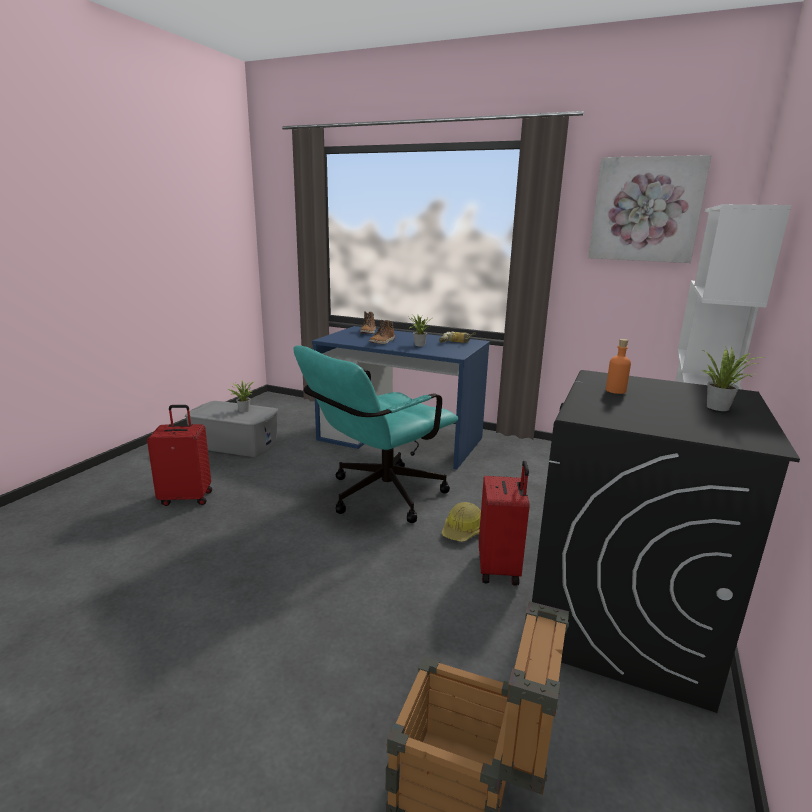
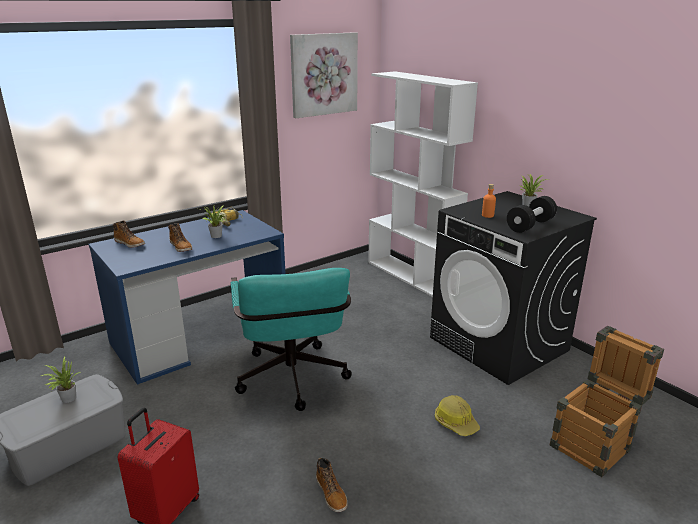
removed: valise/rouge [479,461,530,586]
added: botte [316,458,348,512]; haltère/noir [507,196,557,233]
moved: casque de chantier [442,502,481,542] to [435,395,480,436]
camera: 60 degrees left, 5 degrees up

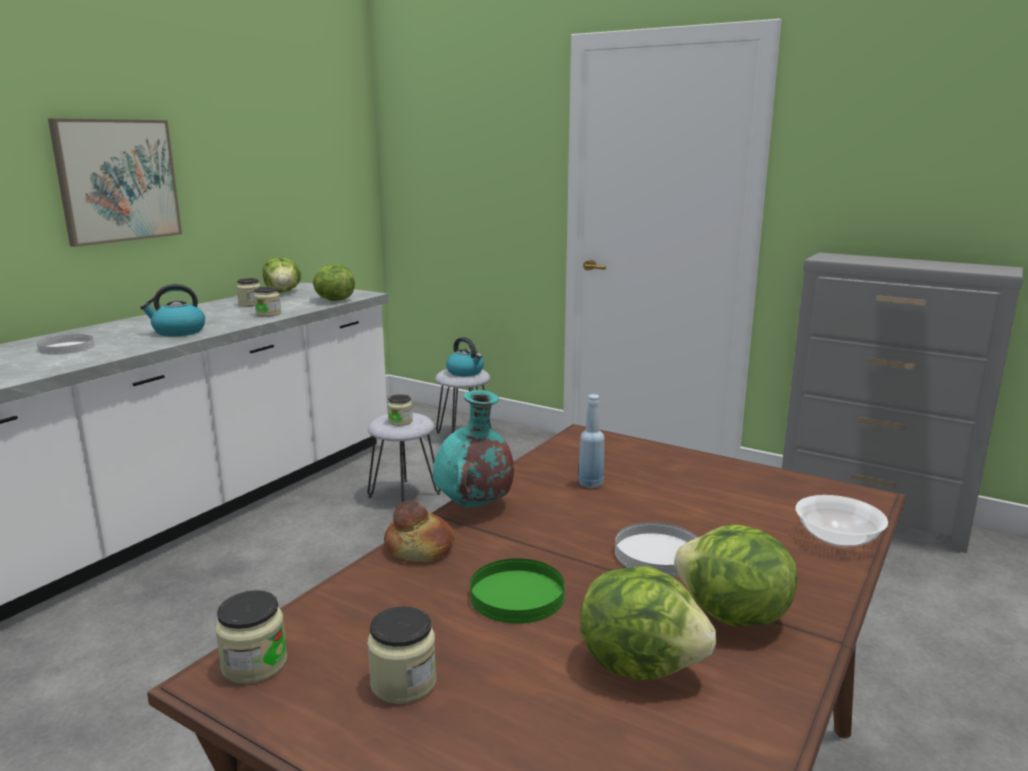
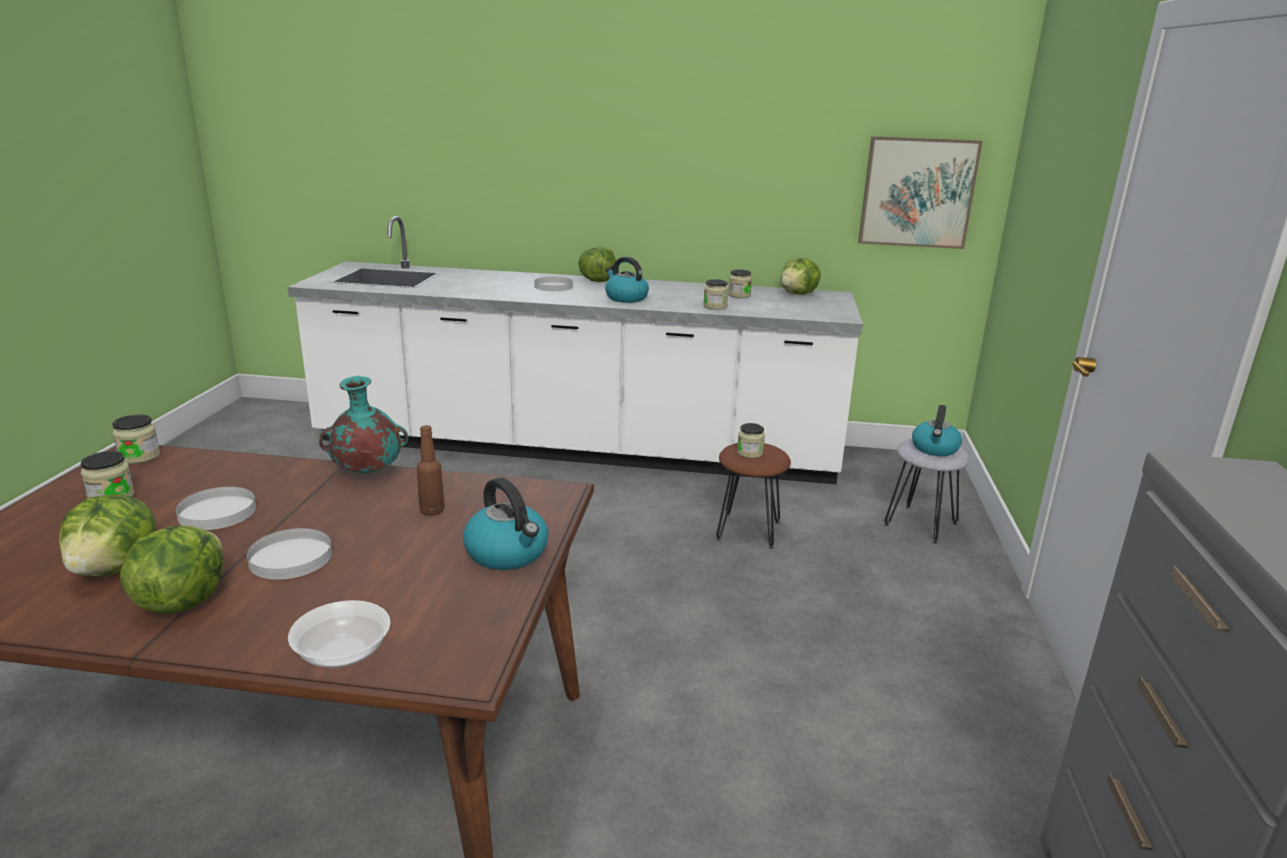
removed: pain [384,501,454,562]
added: bouilloire [463,477,548,570]
moved: tableau [48,118,182,247] to [858,136,983,249]; laitue [313,264,355,301] to [578,246,616,282]
recoloured: tabouret/gris [367,413,441,502] to tabouret/marron [716,443,791,549]; assiette/vert [470,558,565,624] to assiette/blanc [176,487,256,530]; bouteille/bleu [579,394,605,488] to bouteille/marron [417,425,444,516]
camera: 65 degrees right, 5 degrees up

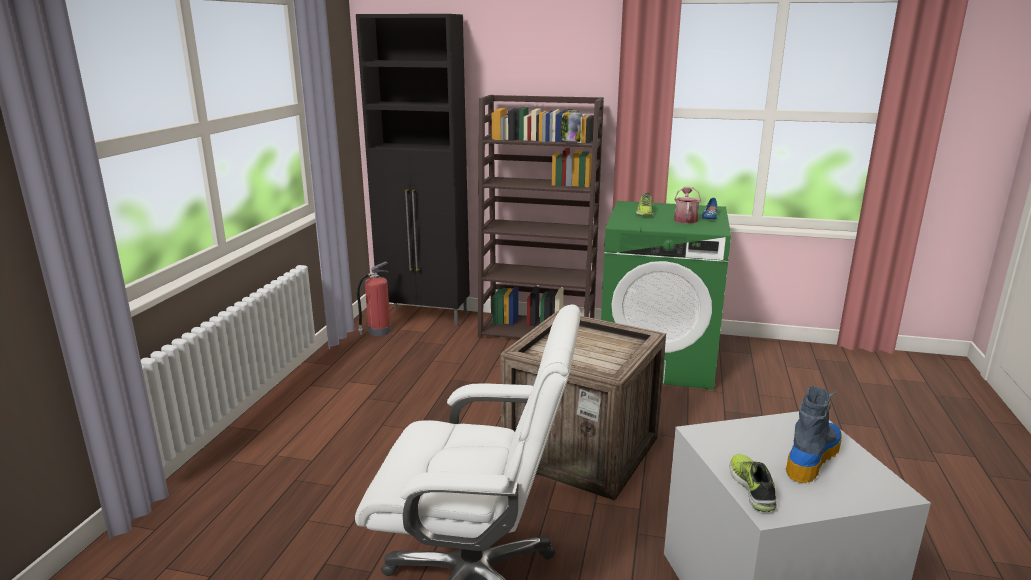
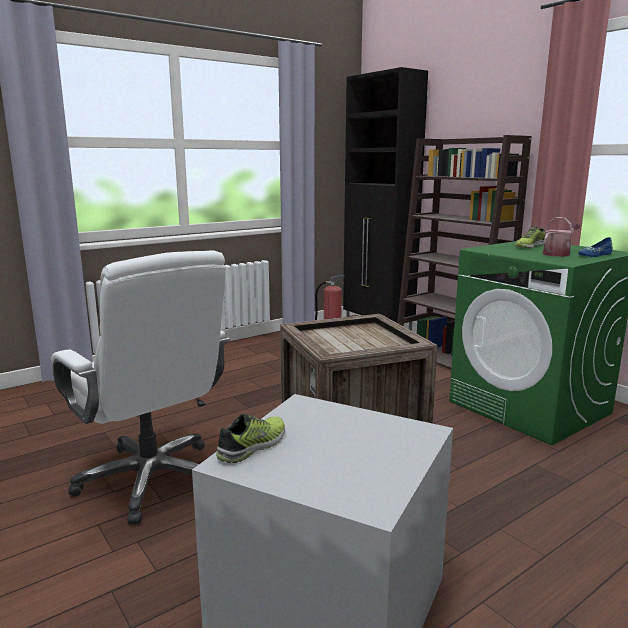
removed: bocal [560,110,583,142]; botte [786,386,842,483]
camera: 40 degrees right, 5 degrees down

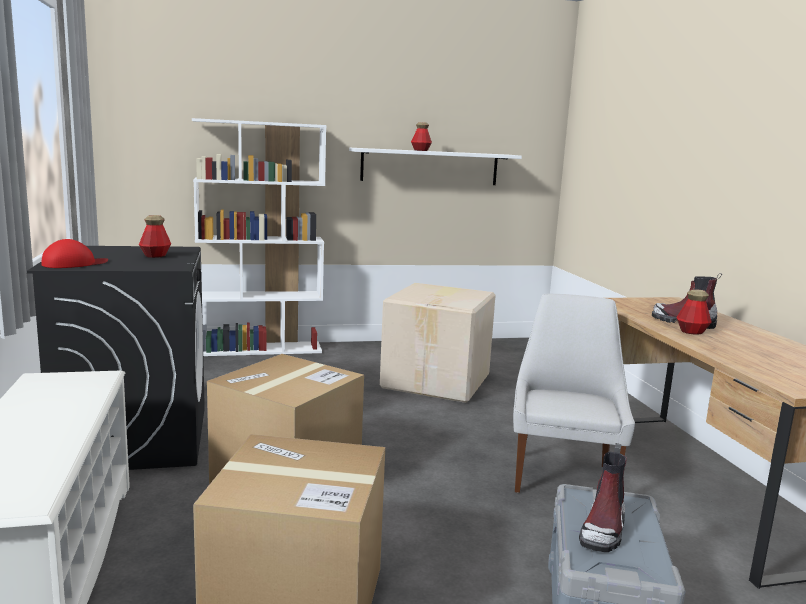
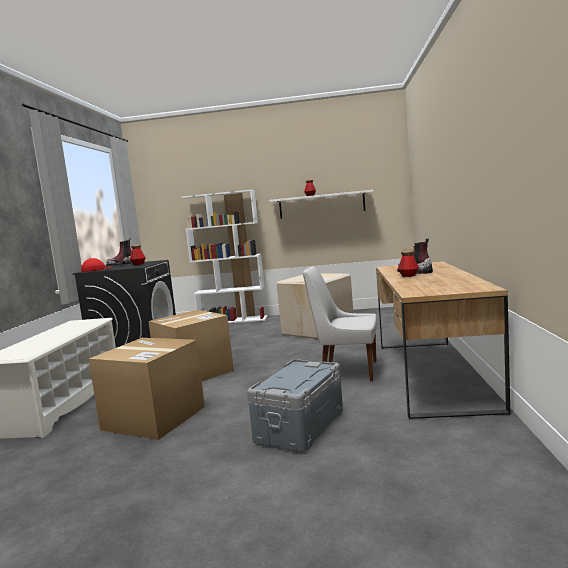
moved: botte [579,443,627,552] to [106,238,132,266]
turned: chaise/blanc [513,294,635,493] = [303,266,377,381] 105 degrees counterclockwise
camera: 20 degrees right, 5 degrees down

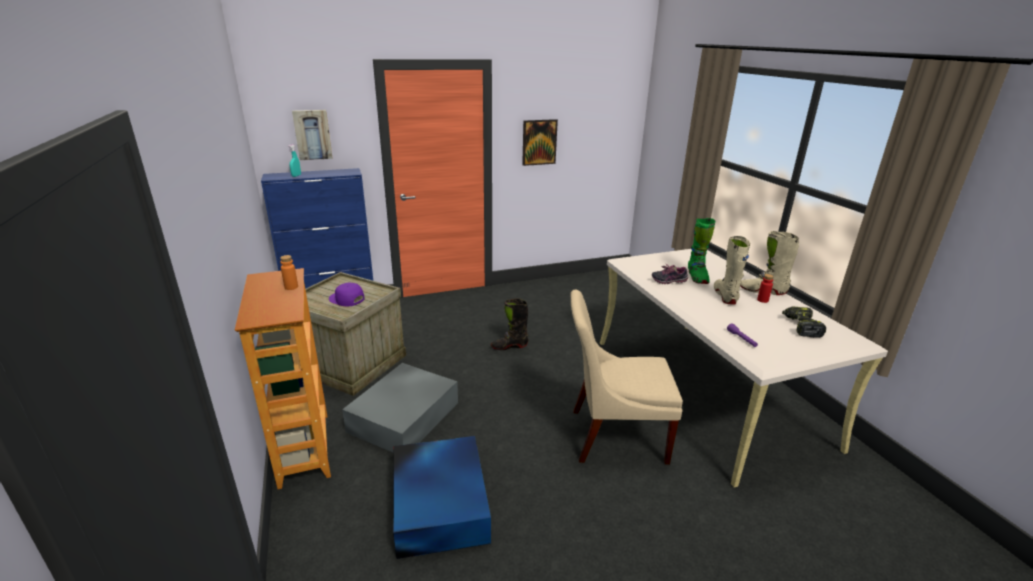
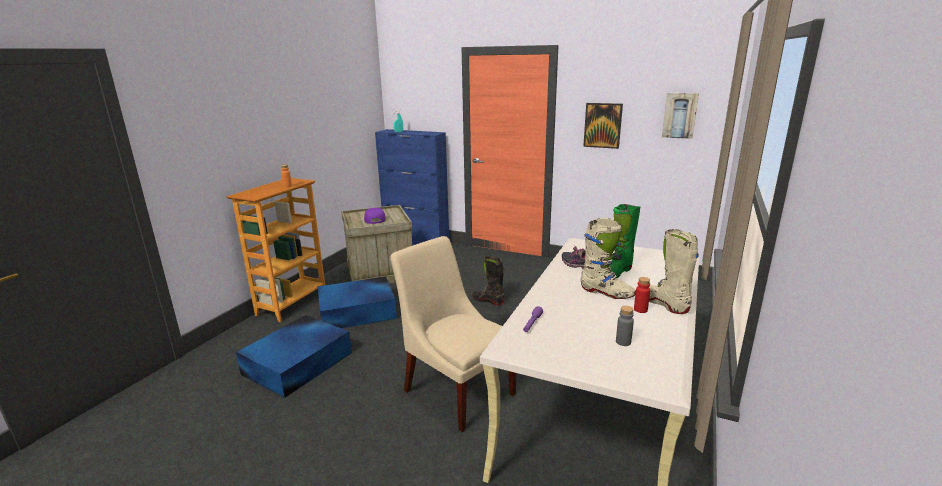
moved: tableau [292,110,333,160] to [662,93,699,139]
replaced: perceuse [782,307,826,337] to bouteille/gris [616,306,634,346]
recoloured: boîte de rangement/gris [342,363,458,453] to boîte de rangement/bleu [318,276,397,328]
turned: botte/beige [714,236,750,305] = [581,218,636,299] 75 degrees clockwise
camera: 45 degrees right, 5 degrees down

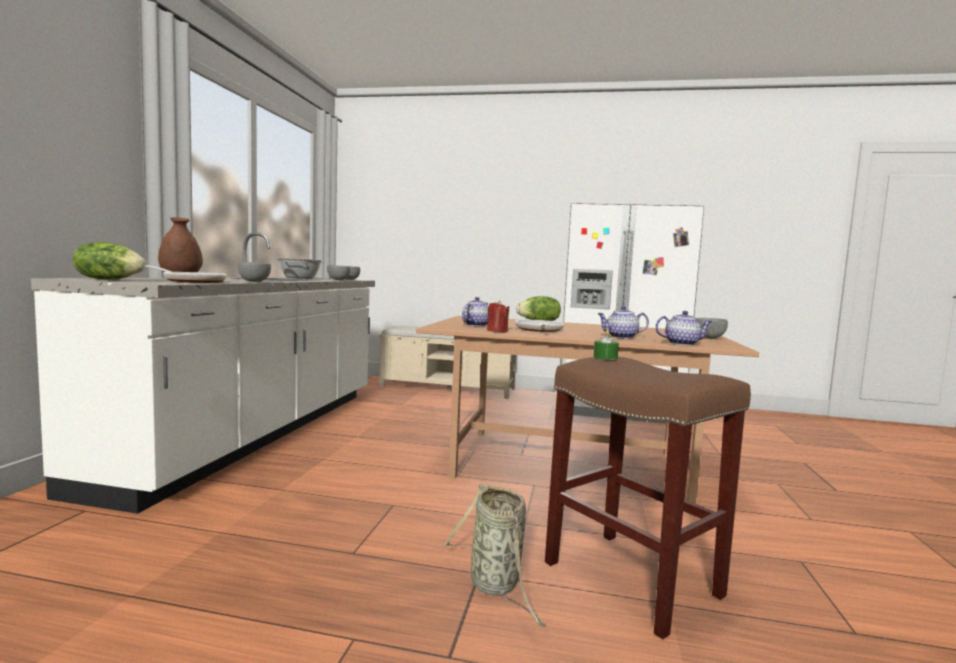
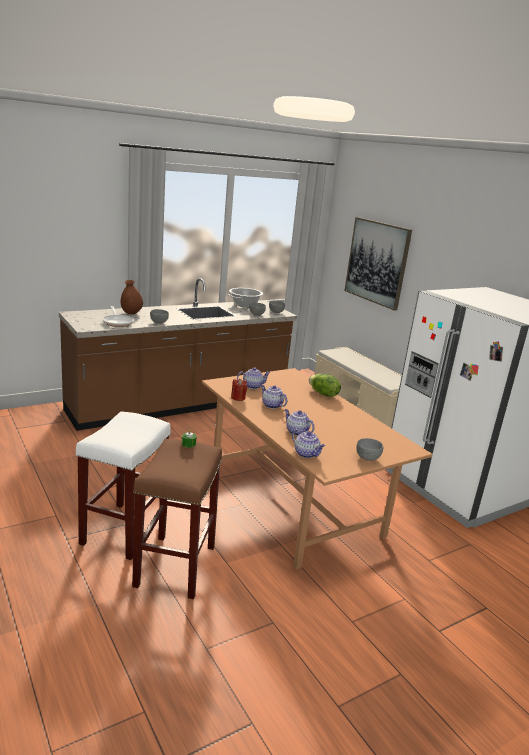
removed: laitue [73,242,146,280]
added: tableau [344,217,412,311]
replaced: panier [443,483,546,626] to tabouret/blanc [76,412,171,560]; poêle [515,320,564,332] to théière [261,385,288,409]
recoloured: comptoir de cuisine/blanc [31,232,375,514] to comptoir de cuisine/marron [59,278,297,431]
camera: 45 degrees right, 15 degrees up

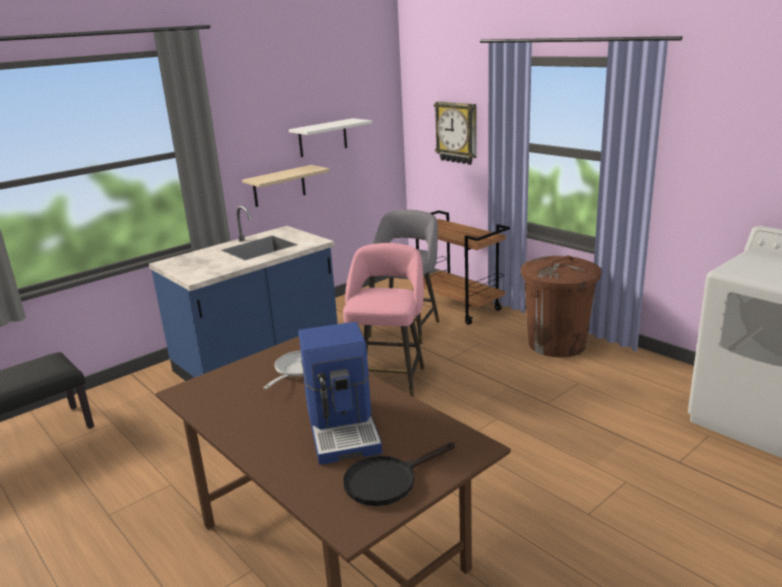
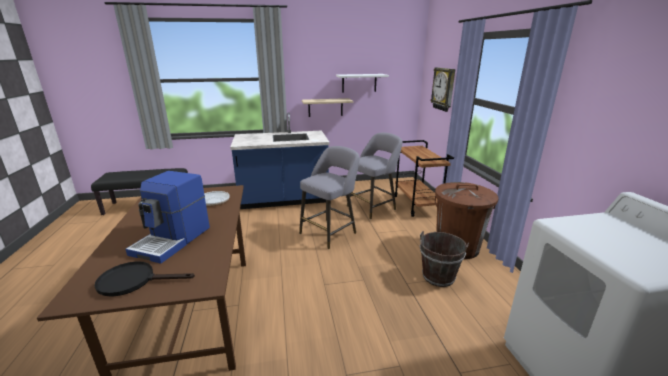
added: seau/marron [420,231,469,287]
recoloured: tabouret/rose [343,243,425,397] to tabouret/gris [299,146,359,249]
camera: 30 degrees right, 0 degrees up

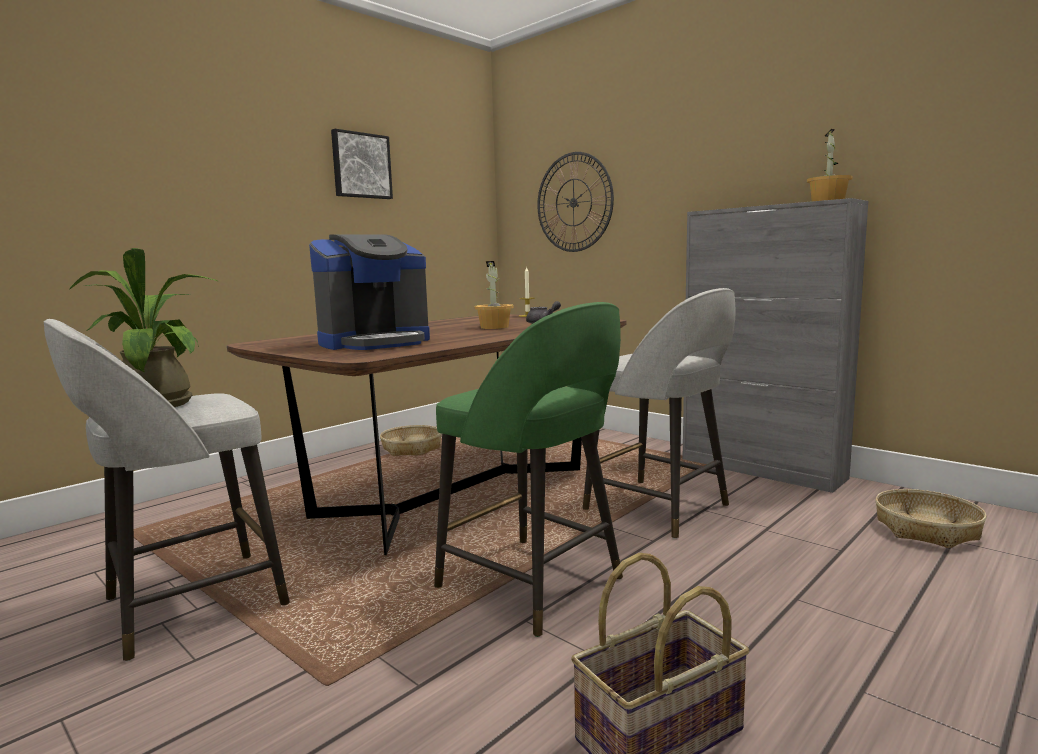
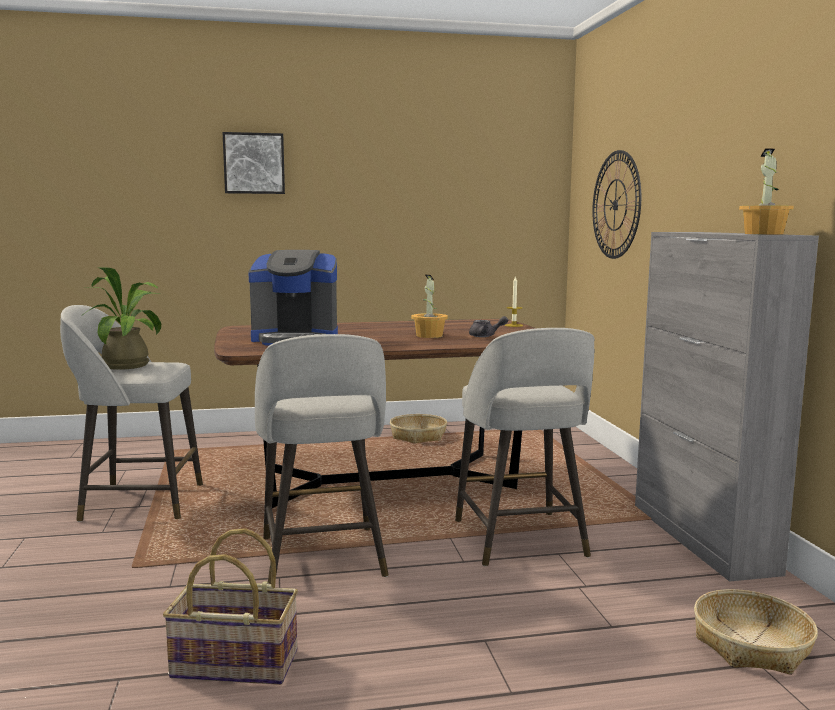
moved: tableau [331,129,393,199] to [222,132,285,194]
recoloured: tabouret/vert [434,302,623,637] to tabouret/gris [255,334,389,584]
camera: 35 degrees right, 0 degrees up

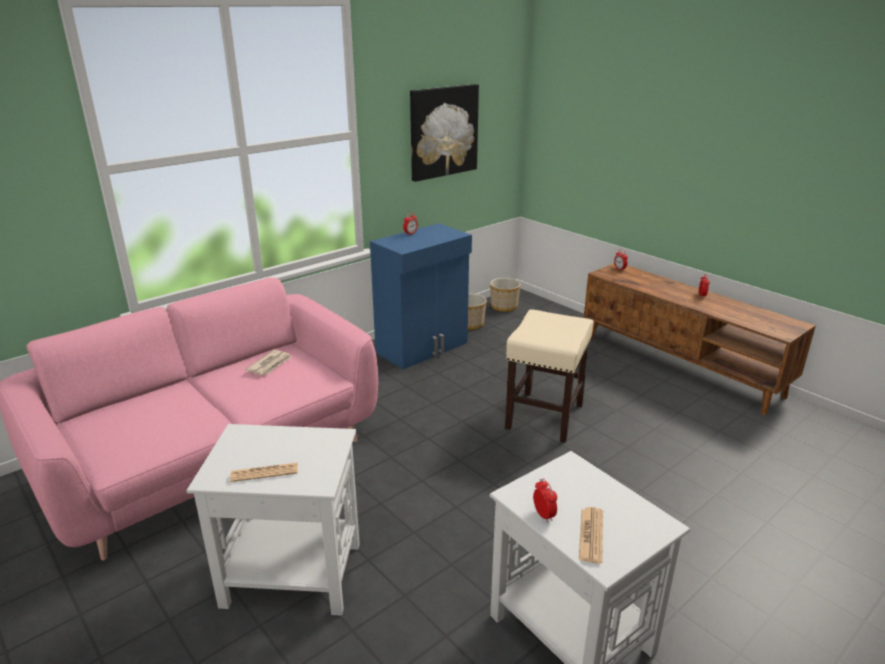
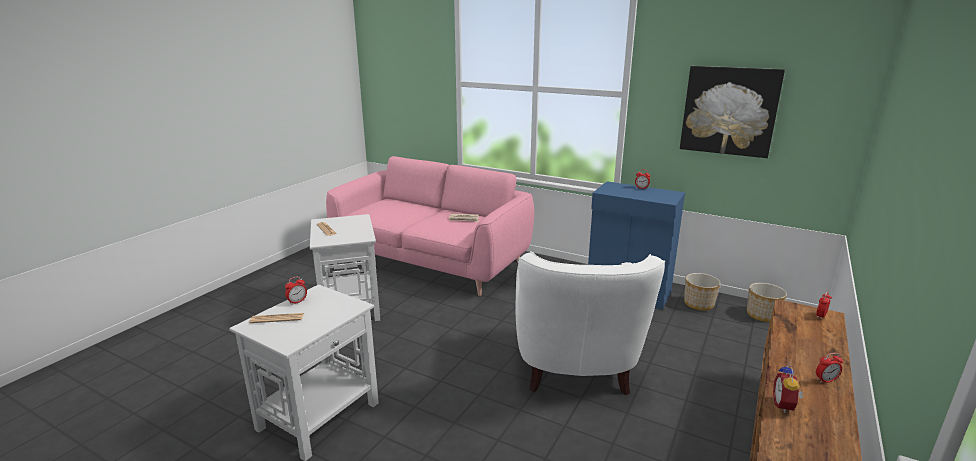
added: réveil [773,364,803,413]
replaced: tabouret/beige [505,309,594,443] to fauteuil/blanc [516,251,665,395]
camera: 70 degrees right, 5 degrees down

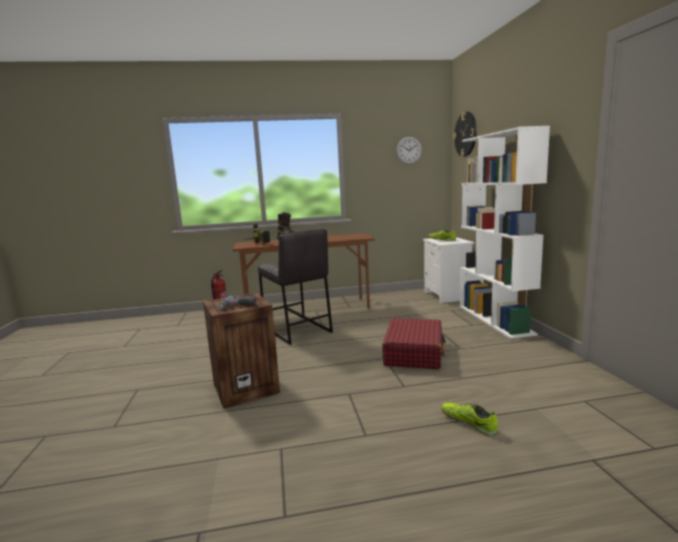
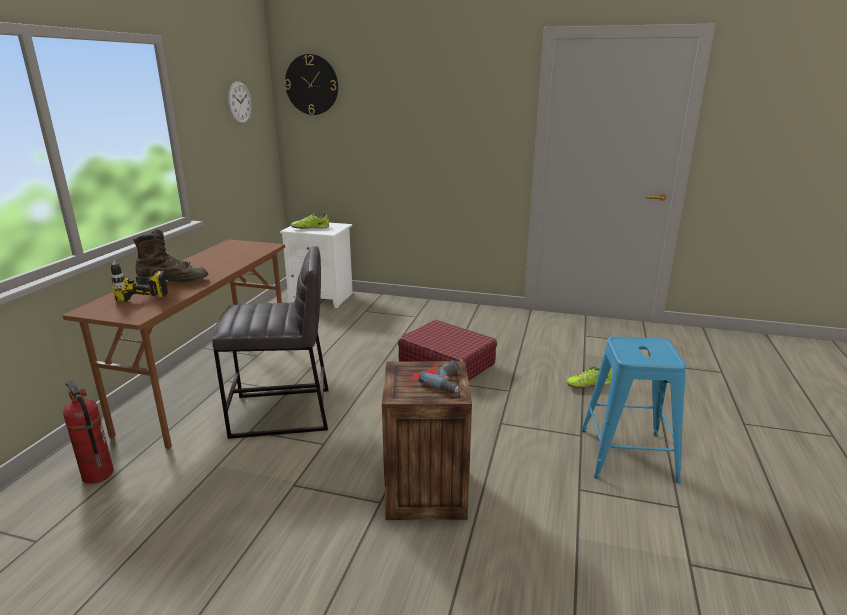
removed: bibliothèque/blanc [460,126,550,339]
added: tabouret/bleu [581,336,686,483]
camera: 65 degrees left, 10 degrees up

